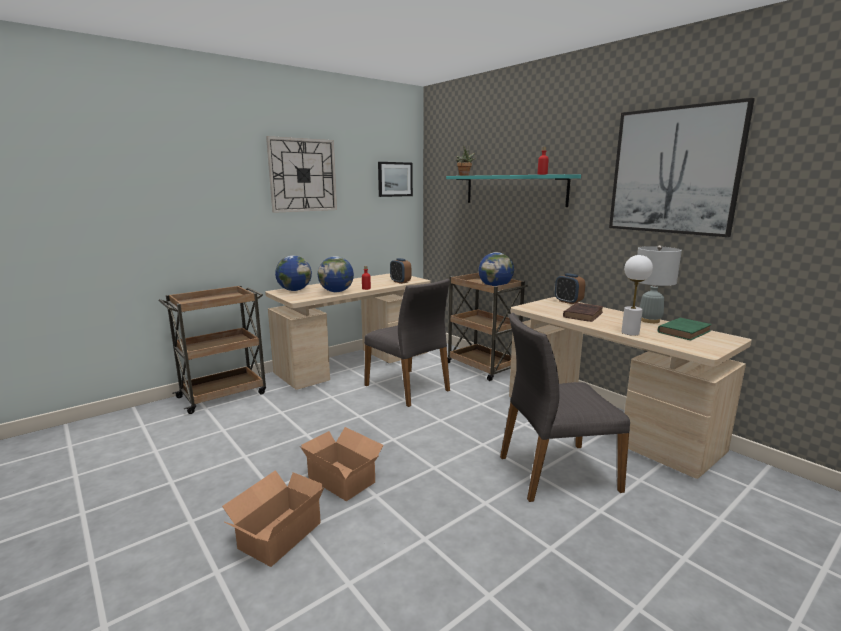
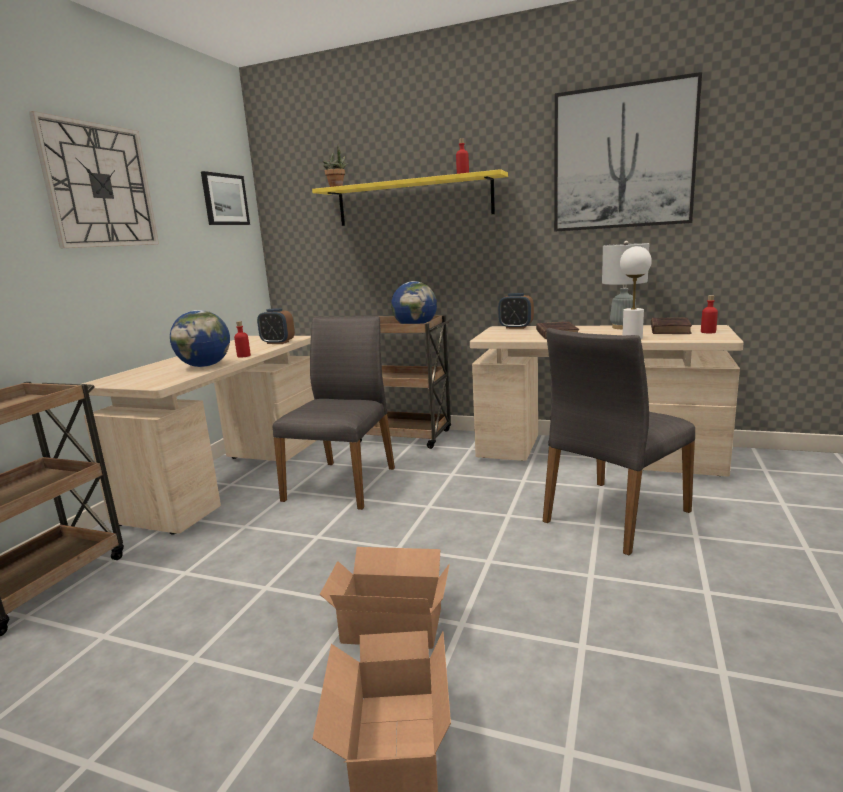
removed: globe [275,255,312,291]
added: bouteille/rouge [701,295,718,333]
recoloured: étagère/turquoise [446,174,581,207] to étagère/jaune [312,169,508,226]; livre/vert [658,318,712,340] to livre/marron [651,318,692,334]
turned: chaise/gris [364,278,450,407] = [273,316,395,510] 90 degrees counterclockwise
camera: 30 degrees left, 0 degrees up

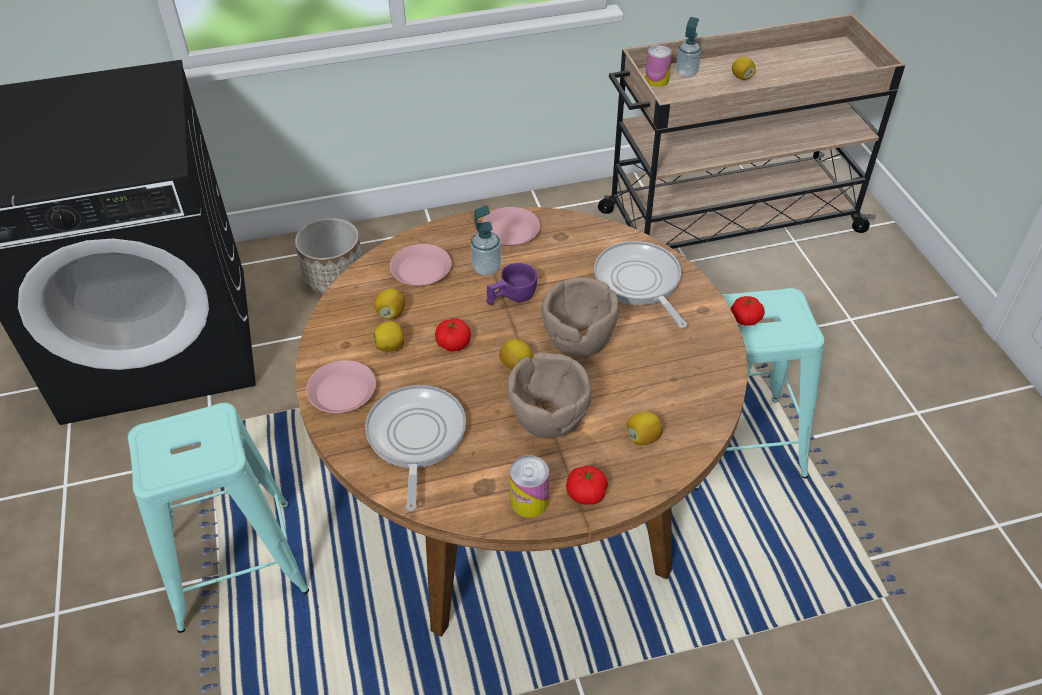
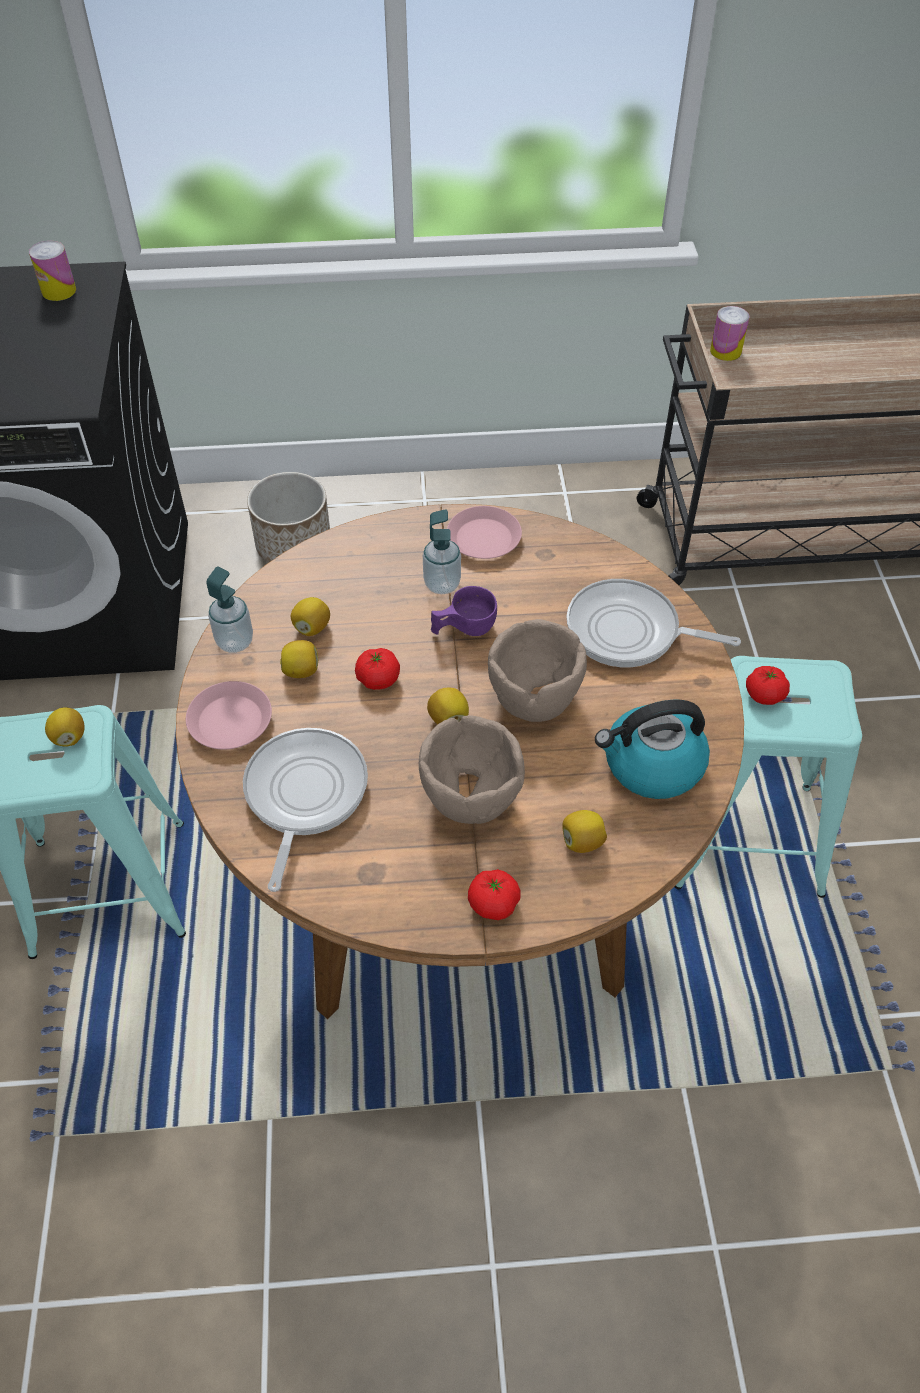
removed: assiette/rose [390,244,452,286]
added: bouilloire [595,700,710,799]
moved: boîte métallique [510,455,549,518] to [29,241,76,301]; distributeur de savon [676,17,701,77] to [206,567,253,653]; citron [732,57,756,80] to [45,707,85,747]
turned: poêle [594,241,687,328] = [566,579,741,667] 60 degrees counterclockwise
camera: 10 degrees right, 5 degrees up

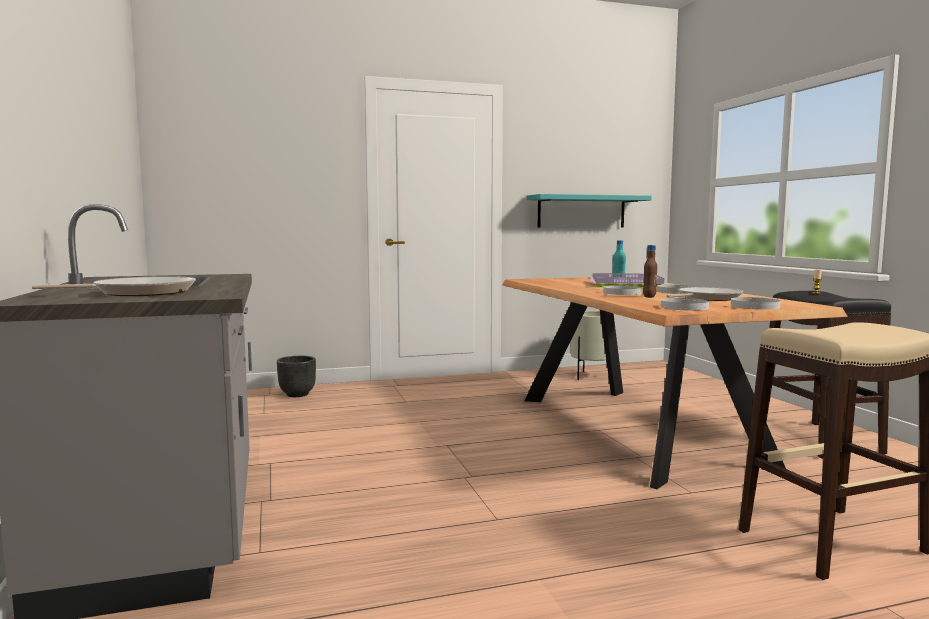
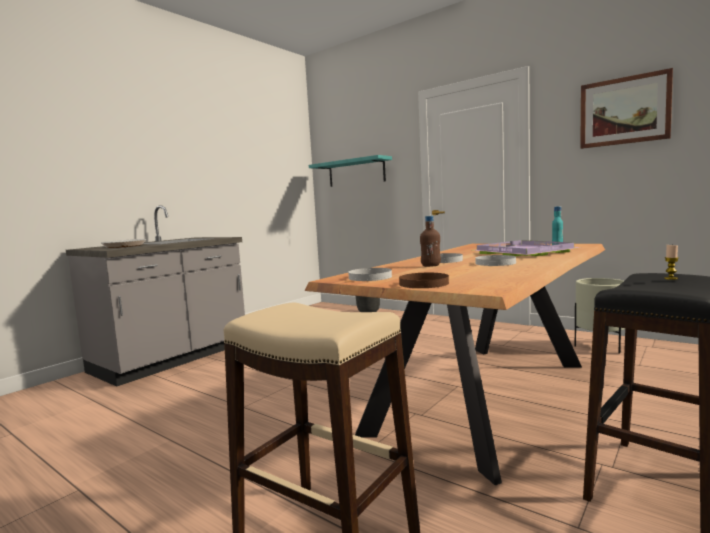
removed: poêle [666,287,743,301]
added: tableau [580,68,673,149]
moved: étagère/turquoise [527,194,652,228] to [309,155,392,187]
recoloured: assiette/blanc [731,297,780,310] to assiette/marron [399,273,449,288]
camera: 55 degrees right, 0 degrees up

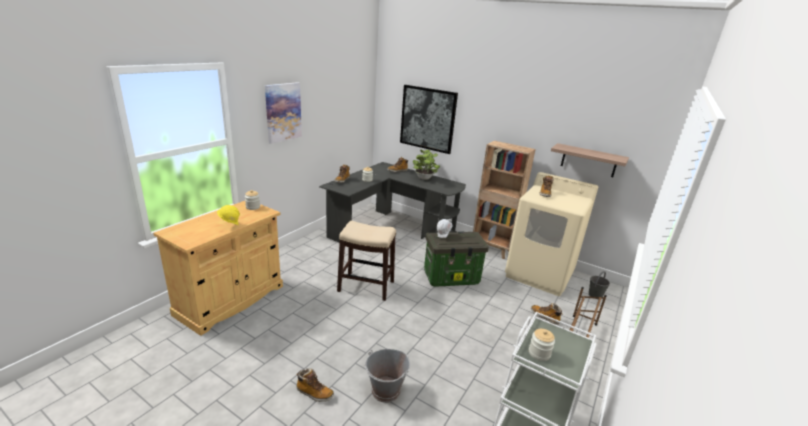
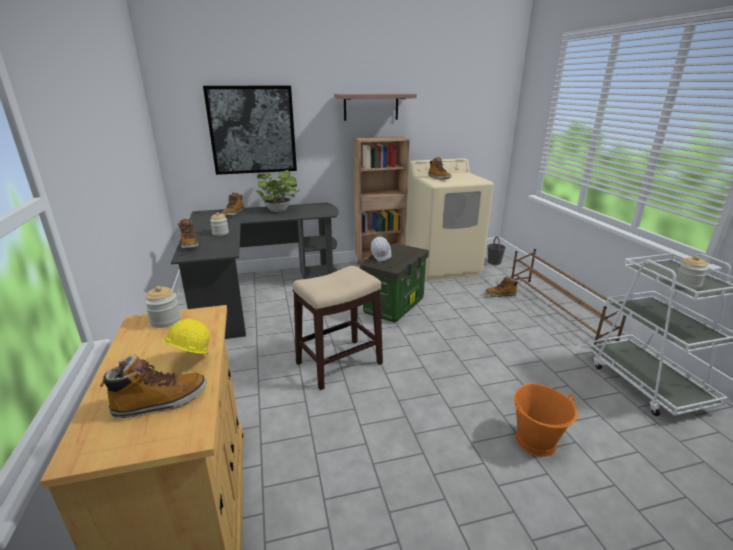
removed: tableau [265,82,302,144]
moved: botte [296,368,334,402] to [100,354,207,418]; étagère [551,143,629,177] to [334,93,417,121]
recoloured: seau/gris [365,349,410,403] to seau/orange [514,383,578,457]
camera: 45 degrees left, 0 degrees up

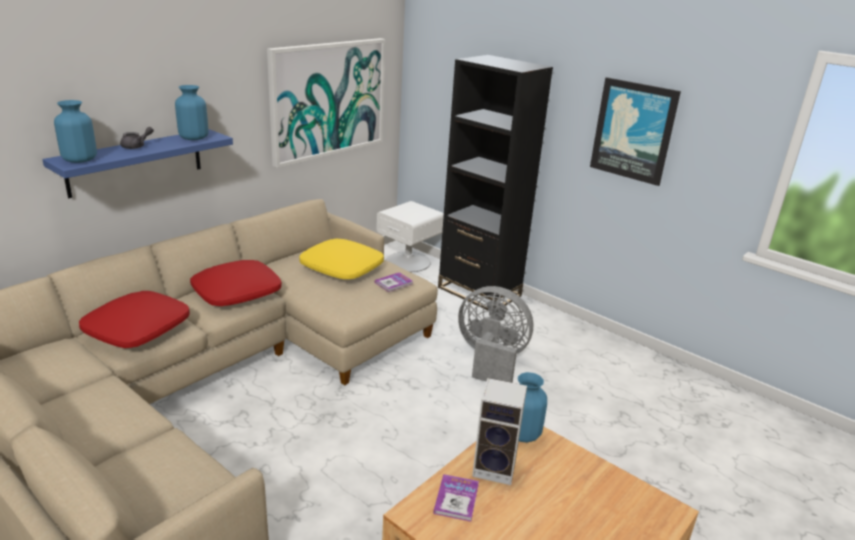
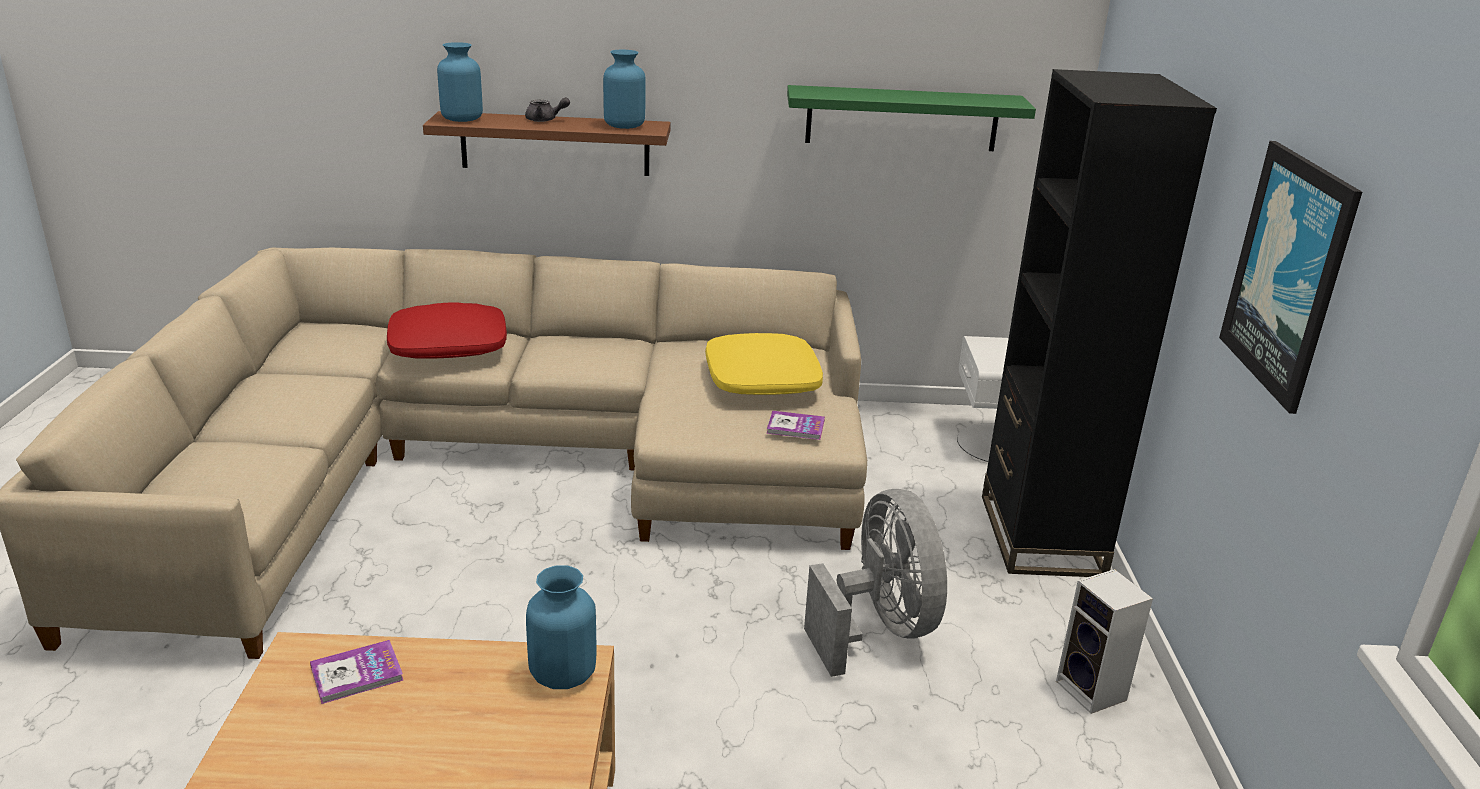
removed: coussin/rouge [190,260,282,306]
moved: enceinte [472,378,527,485] to [1056,569,1153,714]
replaced: tableau [267,38,385,168] to étagère/vert [787,85,1036,151]
recoloured: étagère/bleu [42,129,233,198] to étagère/marron [423,111,671,176]
camera: 50 degrees right, 0 degrees up

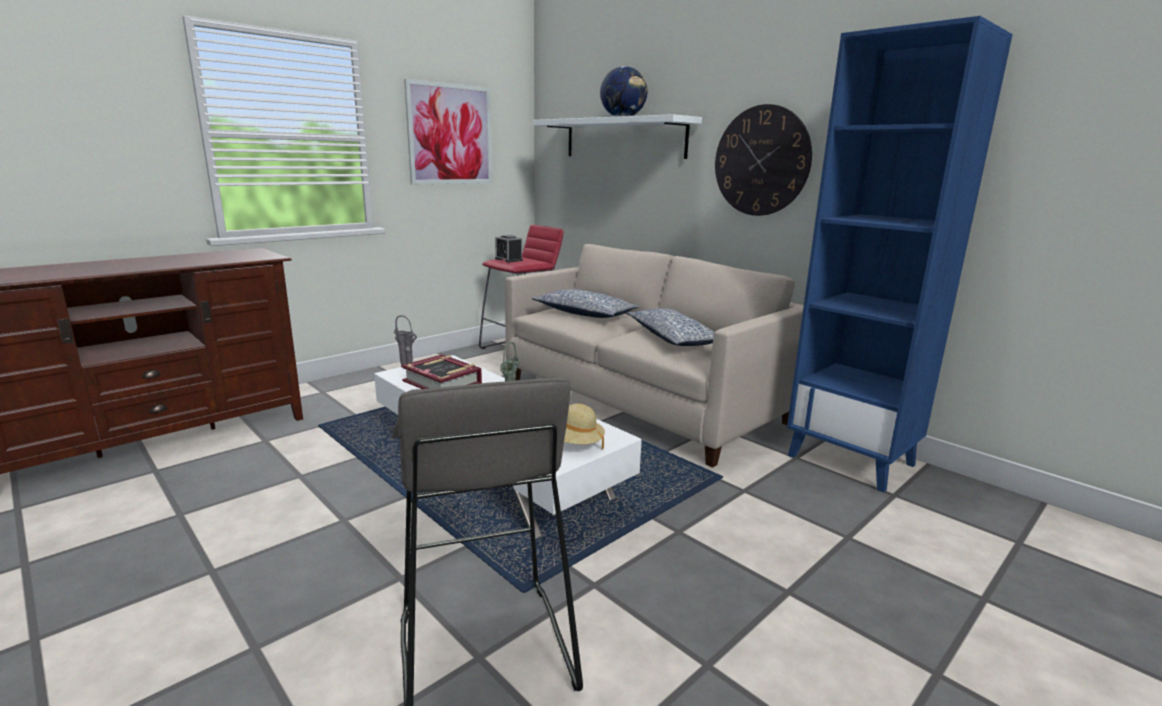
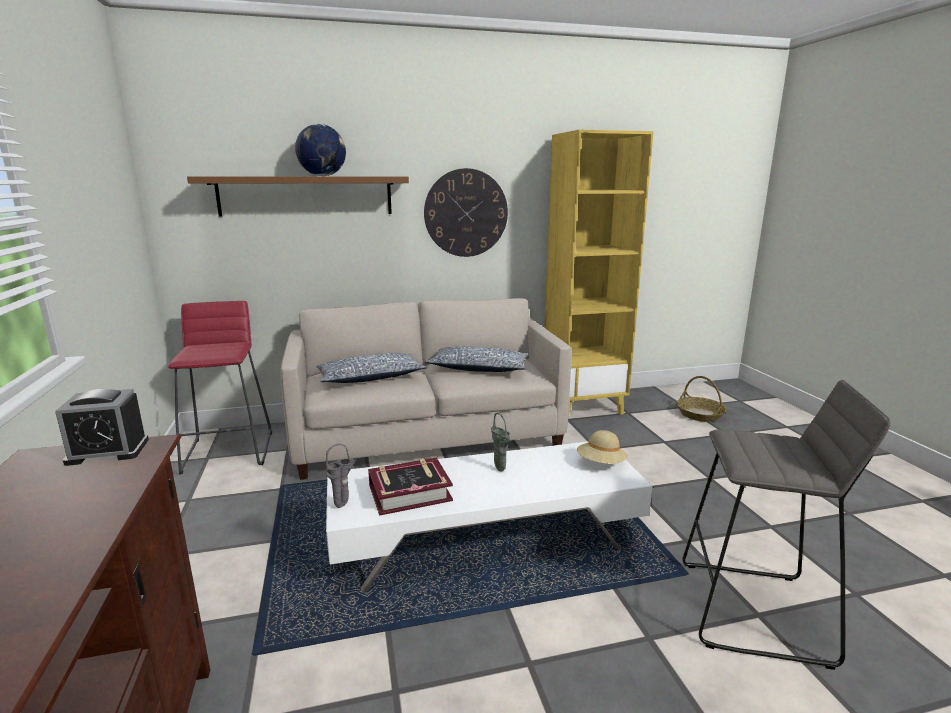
removed: tableau [404,79,492,184]
added: panier [677,376,727,422]
moved: réveil [495,235,523,262] to [55,389,149,466]
recoloured: étagère/blanc [533,114,702,159] to étagère/marron [187,176,409,217]; bibliothèque/bleu [787,16,1013,492] to bibliothèque/jaune [544,130,654,418]
camera: 60 degrees left, 0 degrees up

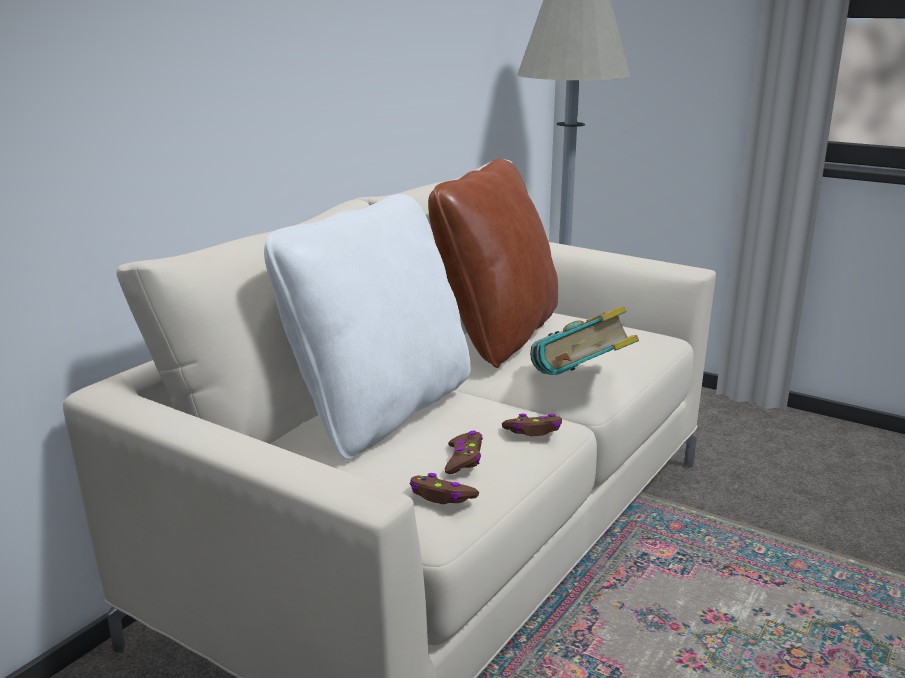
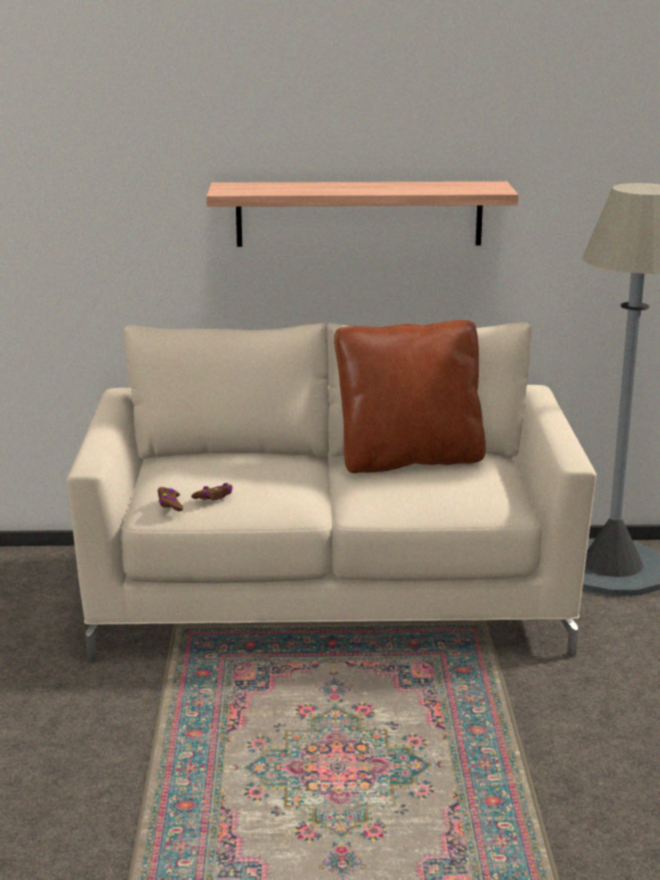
removed: coussin/blanc [264,194,471,460]; manette/marron [502,414,562,436]; livre [530,306,639,375]
added: étagère [206,181,519,247]
camera: 55 degrees right, 0 degrees up

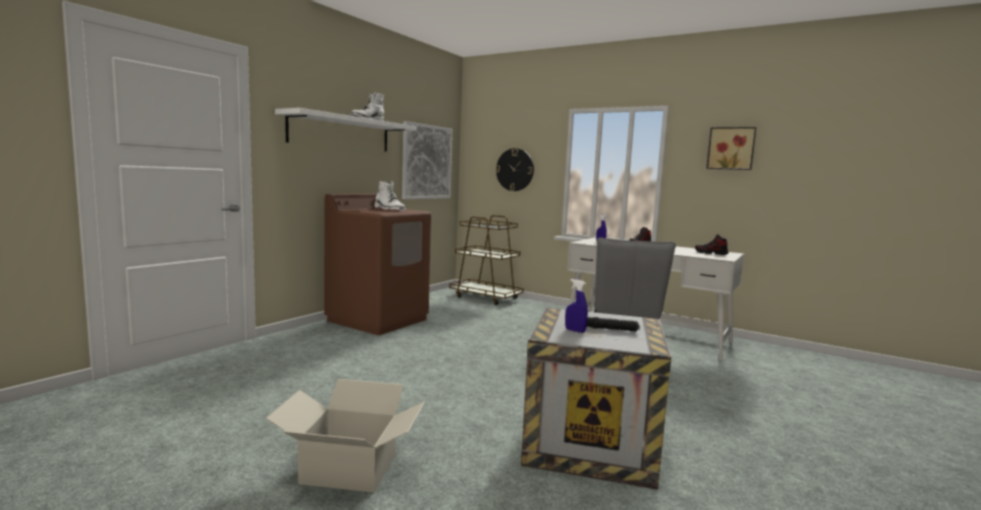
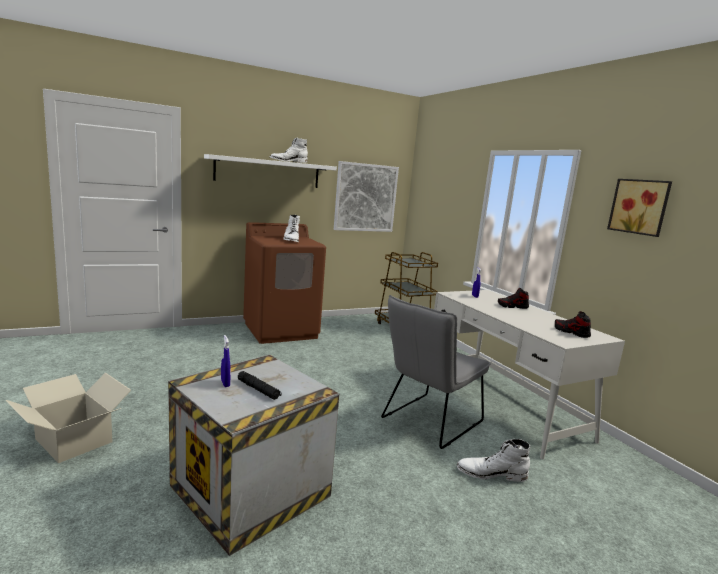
removed: horloge murale [496,148,534,191]
added: botte/blanc [457,439,530,482]
camera: 30 degrees right, 5 degrees up

